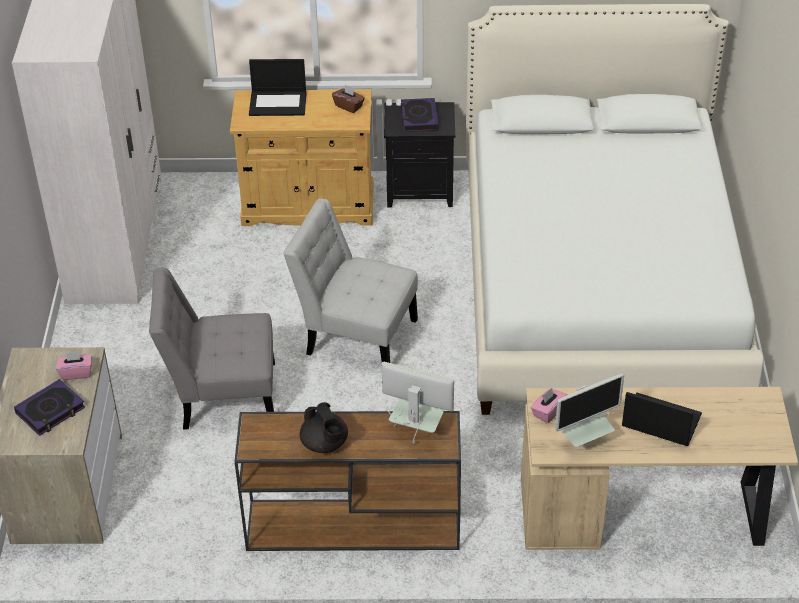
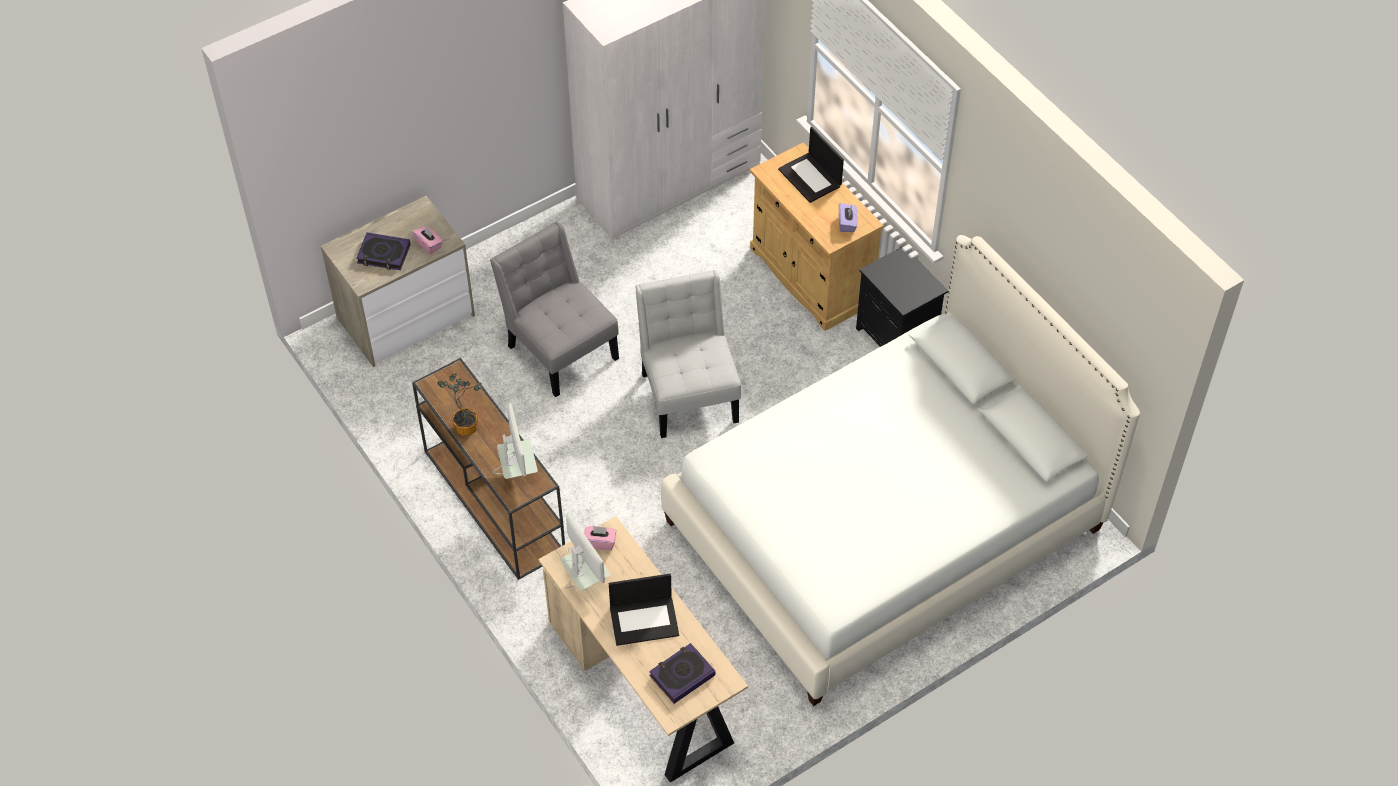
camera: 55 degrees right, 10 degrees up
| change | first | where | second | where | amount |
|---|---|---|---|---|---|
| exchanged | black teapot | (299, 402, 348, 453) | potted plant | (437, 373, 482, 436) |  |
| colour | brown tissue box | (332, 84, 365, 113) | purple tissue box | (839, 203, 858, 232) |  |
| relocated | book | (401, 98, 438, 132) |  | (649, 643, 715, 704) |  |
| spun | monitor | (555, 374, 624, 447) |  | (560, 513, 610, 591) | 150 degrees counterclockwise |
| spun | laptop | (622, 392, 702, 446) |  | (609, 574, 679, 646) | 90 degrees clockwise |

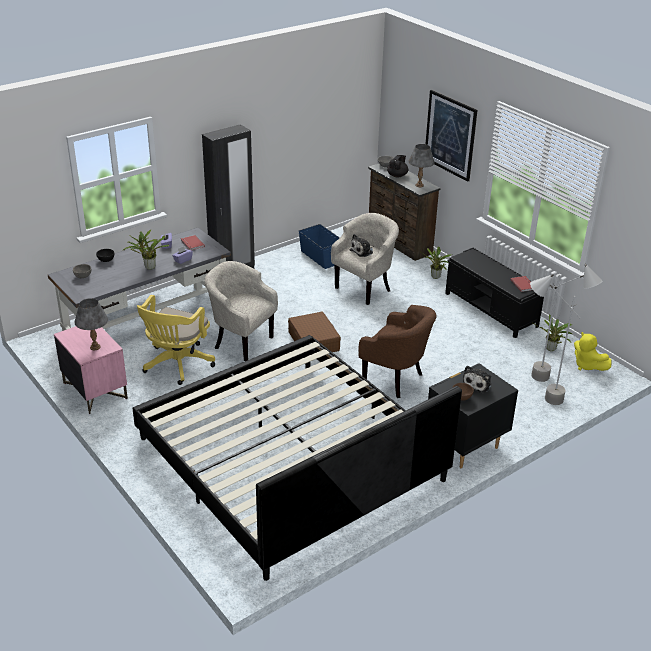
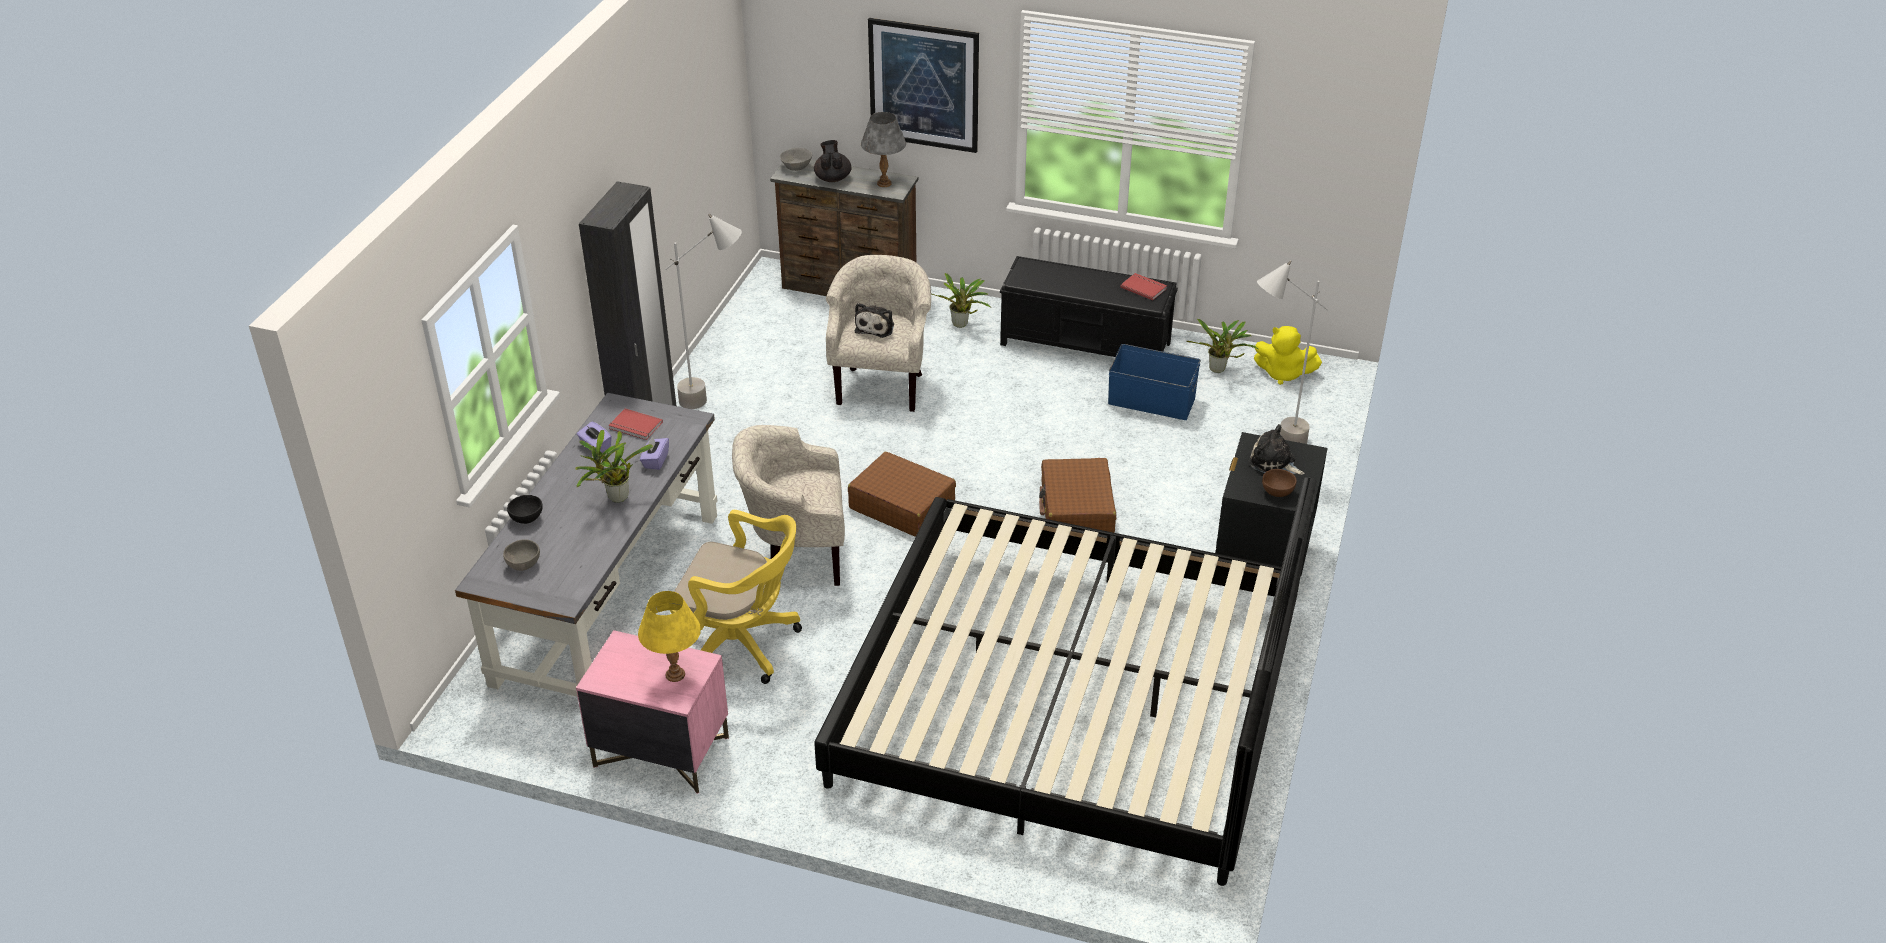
camera: 35 degrees left, 5 degrees up
| change | first | where | second | where | amount |
|---|---|---|---|---|---|
| colour | grey table lamp | (75, 298, 108, 350) | yellow table lamp | (638, 591, 701, 682) |  |
| spun | yellow office chair | (137, 295, 215, 385) |  | (670, 510, 802, 684) | 60 degrees counterclockwise |
| relocated | blue storage box | (299, 224, 340, 269) |  | (1108, 344, 1201, 420) |  |
| exchanged | brown armchair | (358, 305, 437, 398) | brown suitcase | (1039, 458, 1116, 533) |  |
| spun | plush toy | (463, 366, 491, 393) |  | (1248, 424, 1304, 475) | 135 degrees clockwise |
| relocated | grey floor lamp | (531, 263, 603, 382) |  | (665, 214, 742, 409) |  |

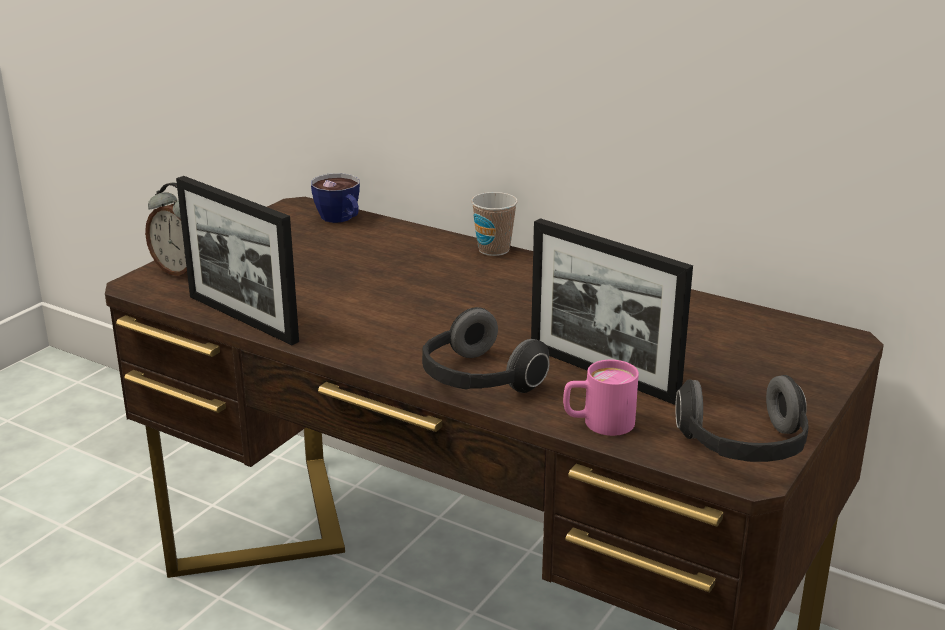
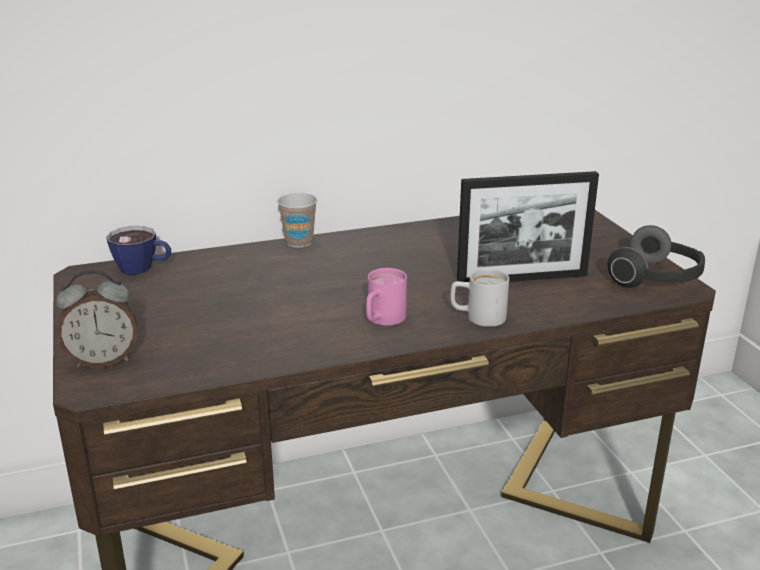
camera: 50 degrees left, 0 degrees up
| change | first | where | second | where | amount |
|---|---|---|---|---|---|
| missing | picture frame | (176, 176, 299, 345) |  |  |  |
| exchanged | headphones | (422, 307, 550, 393) | white mug | (450, 269, 509, 327) |  |
| relocated | pink mug | (563, 360, 639, 436) |  | (366, 268, 407, 326) |  |

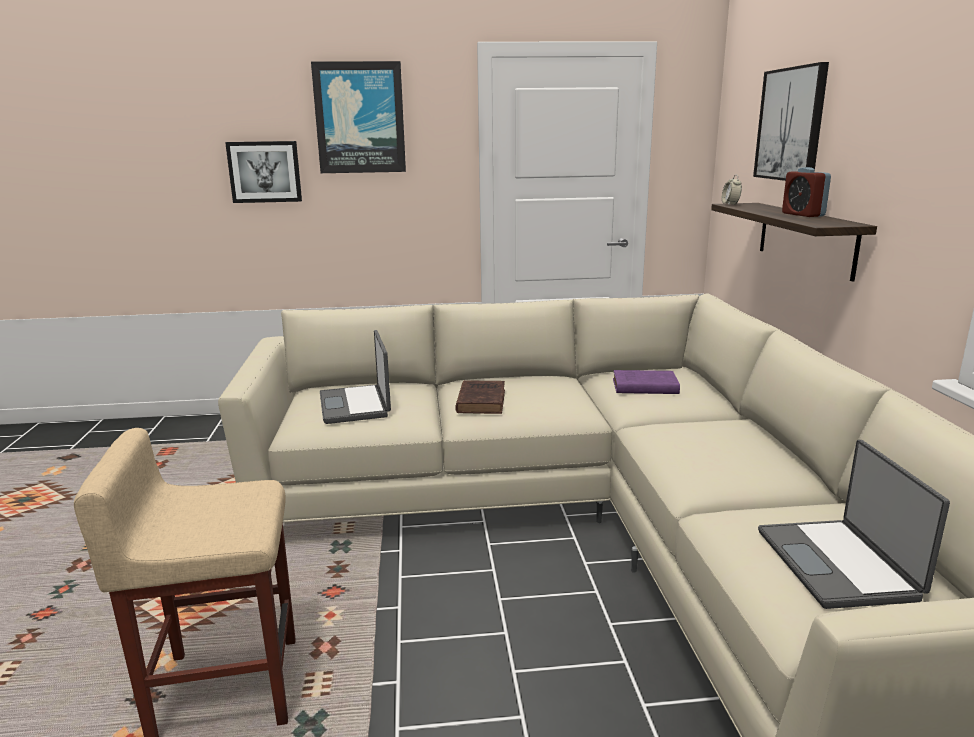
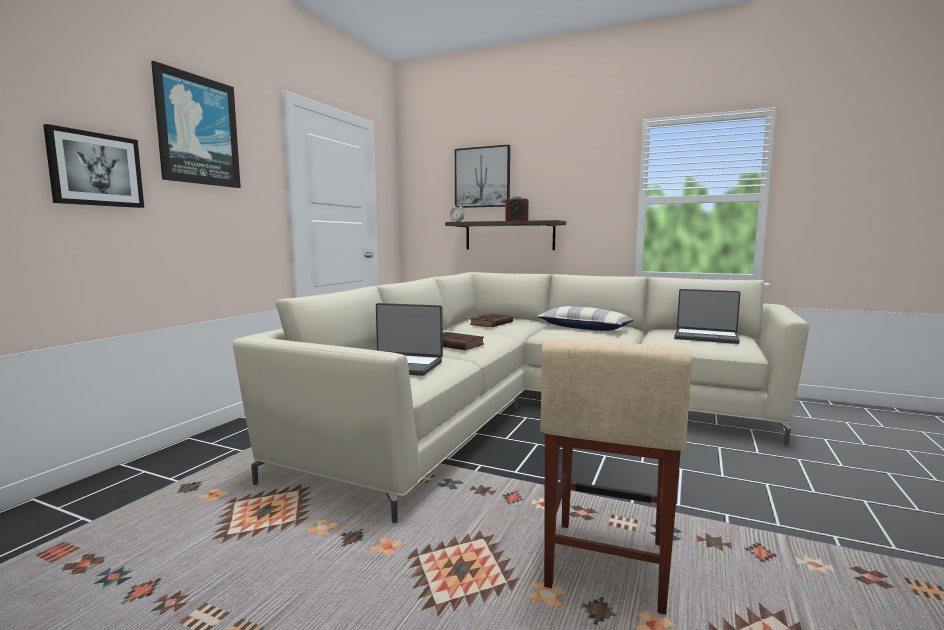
camera: 60 degrees left, 10 degrees down
| change | first | where | second | where | amount |
|---|---|---|---|---|---|
| colour | purple book | (613, 370, 680, 394) | brown book | (470, 314, 513, 327) |  |
| appeared |  |  | pillow | (536, 306, 634, 331) |  |

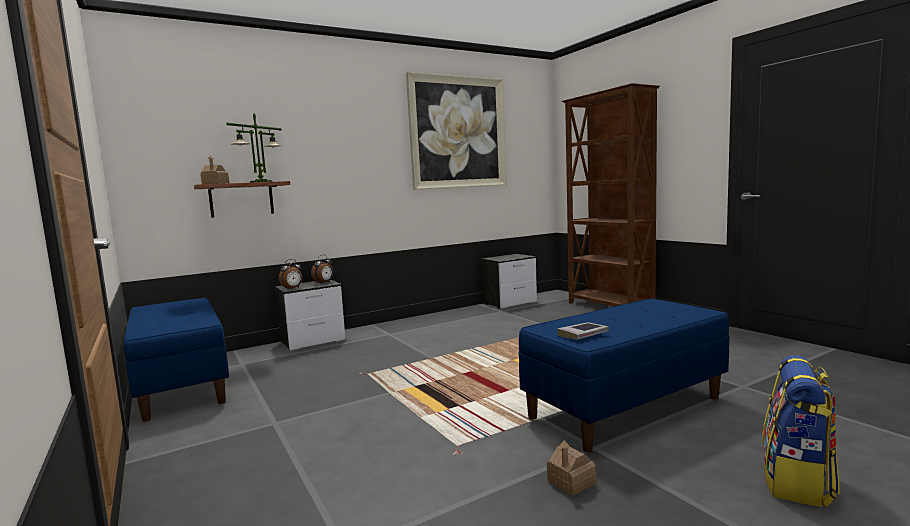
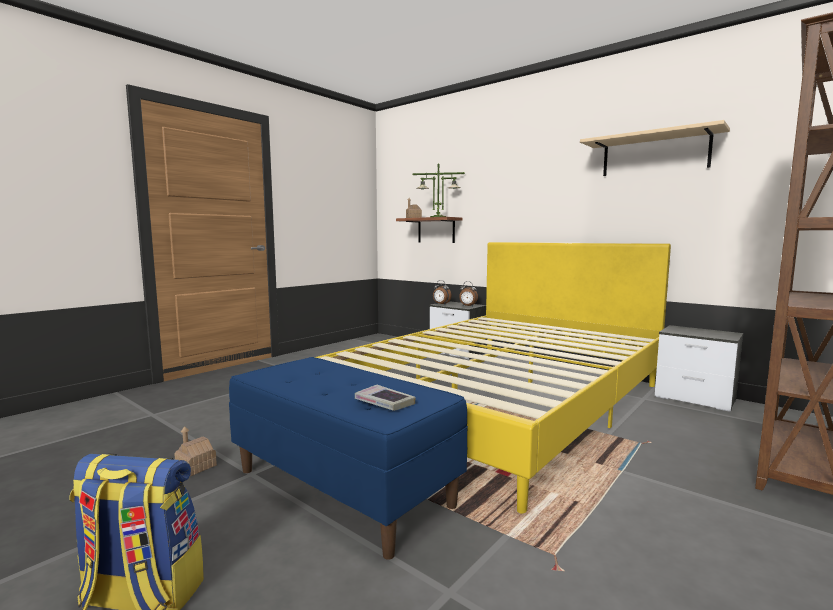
camera: 70 degrees right, 0 degrees up
| change | first | where | second | where | amount |
|---|---|---|---|---|---|
| missing | blue bench | (124, 297, 229, 422) |  |  |  |
| exchanged | picture | (406, 72, 507, 190) | beige shelf | (580, 120, 730, 176) |  |
| relocated | book | (557, 322, 609, 340) |  | (355, 384, 416, 411) |  |
| appeared |  |  | yellow bed | (315, 242, 671, 514) |  |

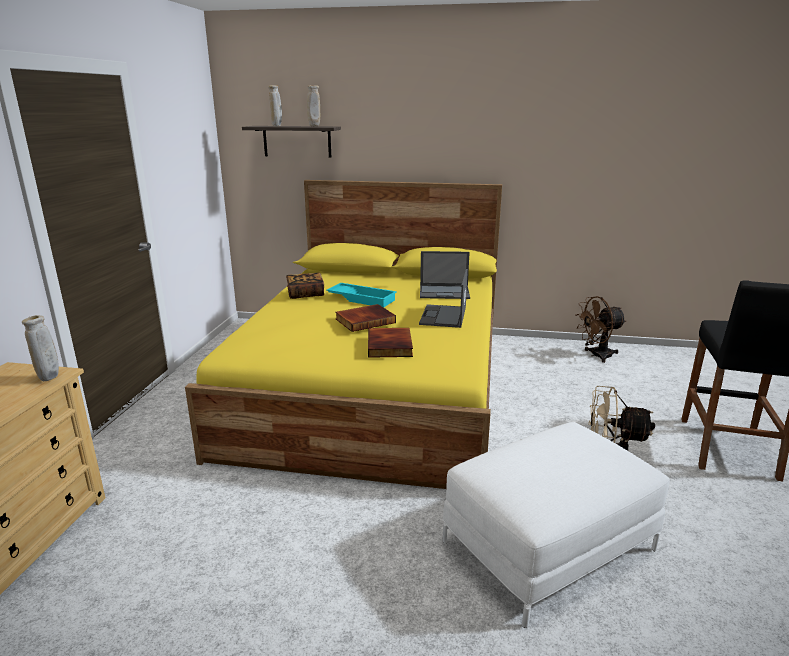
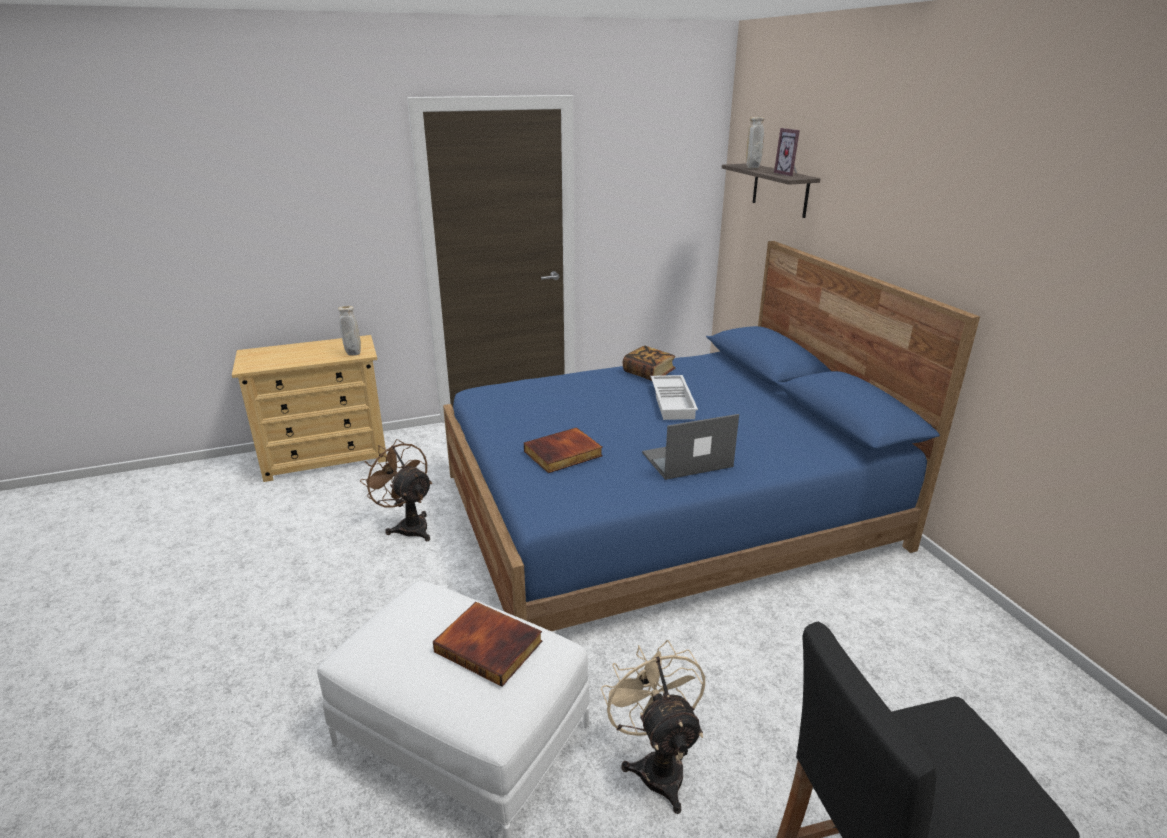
camera: 60 degrees right, 5 degrees up
| change | first | where | second | where | amount |
|---|---|---|---|---|---|
| colour | yellow bed | (185, 180, 502, 489) | blue bed | (443, 241, 980, 631) |  |
| exchanged | beige vase | (307, 85, 320, 126) | picture frame | (774, 128, 800, 176) |  |
| colour | turquoise tray | (326, 283, 397, 308) | white tray | (651, 375, 698, 420) |  |
| relocated | book | (336, 304, 396, 332) |  | (433, 602, 542, 687) |  |
| missing | laptop | (420, 251, 470, 299) |  |  |  |
| relocated | brown fan | (576, 296, 626, 363) |  | (360, 439, 432, 541) |  |

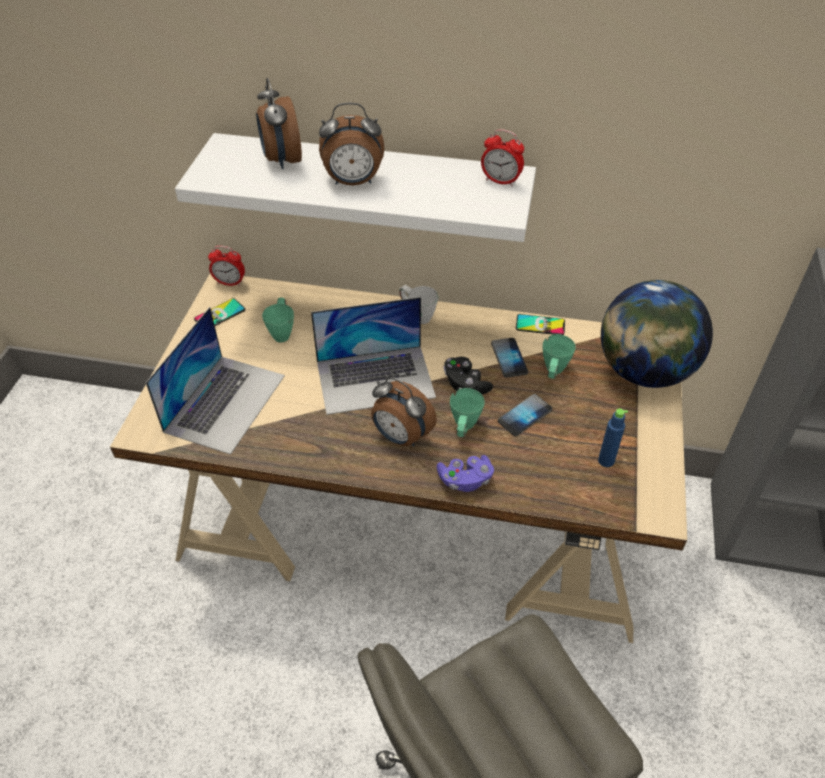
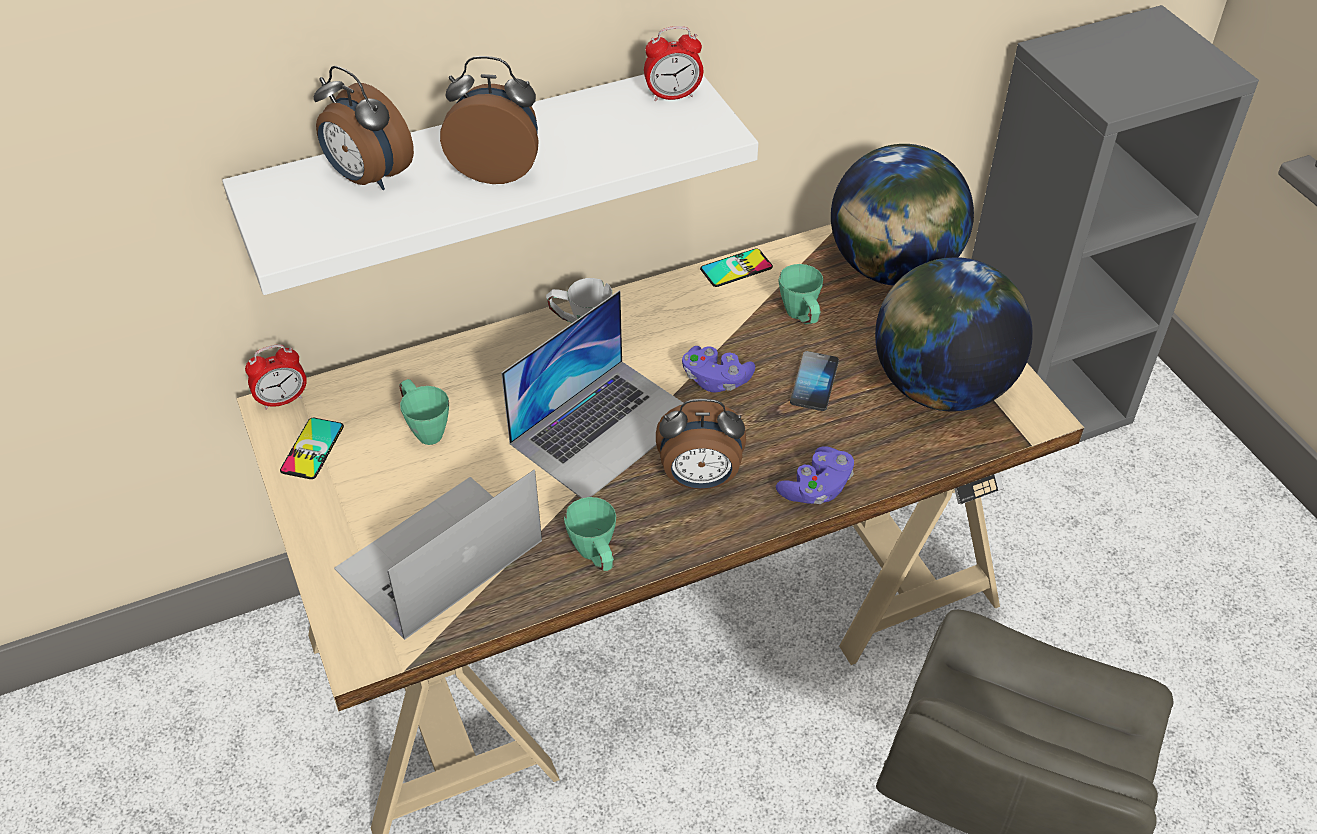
camera: 35 degrees left, 0 degrees up
| change | first | where | second | where | amount |
|---|---|---|---|---|---|
| spun | laptop | (146, 307, 285, 455) |  | (334, 470, 542, 640) | 120 degrees counterclockwise |
| spun | alarm clock | (319, 103, 384, 185) |  | (440, 56, 539, 184) | 135 degrees counterclockwise |
| colour | black game controller | (443, 357, 493, 394) | purple game controller | (682, 346, 755, 392) |  |
| relocated | green mug | (450, 388, 484, 437) |  | (564, 497, 616, 571) |  |
| missing | phone | (491, 338, 528, 378) |  |  |  |
| exchanged | blue bottle | (598, 408, 628, 467) | globe | (875, 257, 1033, 411) |  |

